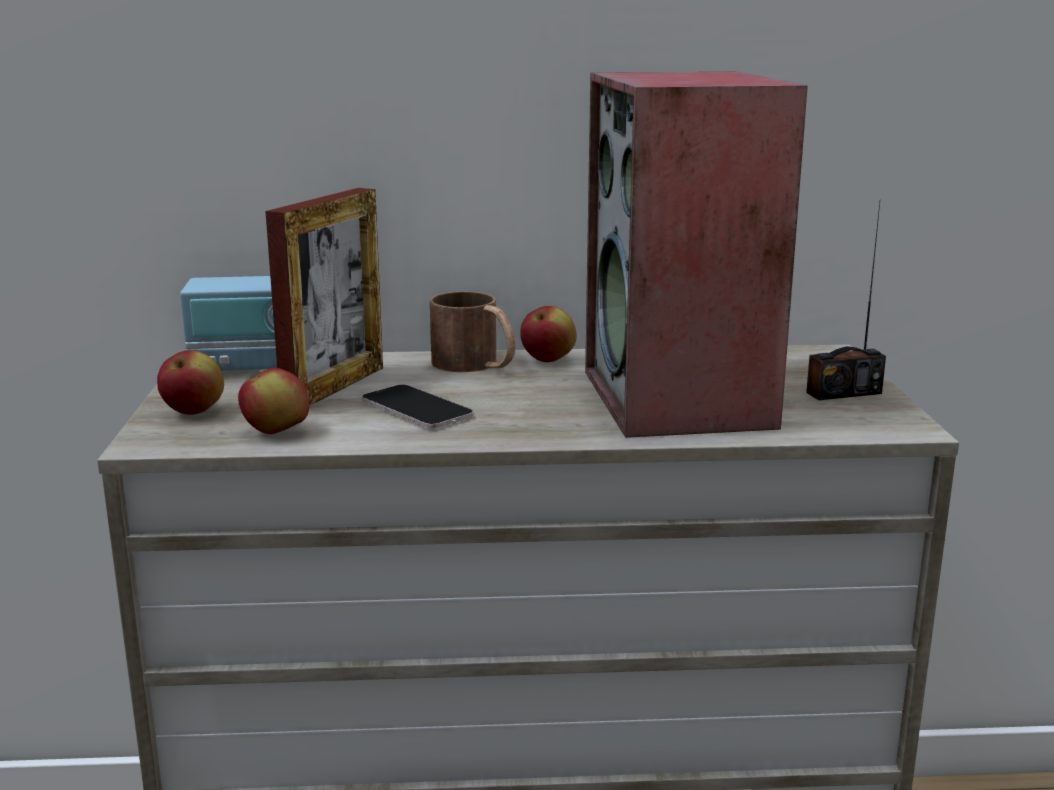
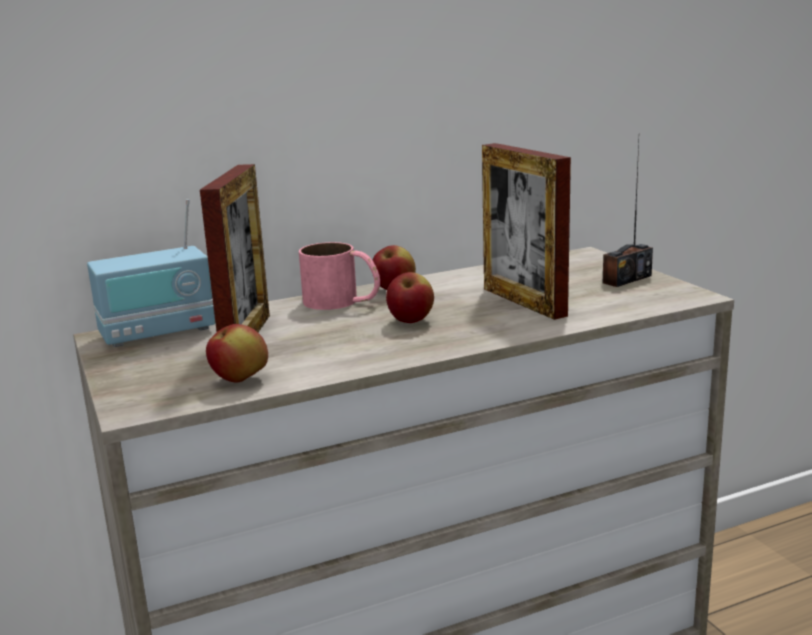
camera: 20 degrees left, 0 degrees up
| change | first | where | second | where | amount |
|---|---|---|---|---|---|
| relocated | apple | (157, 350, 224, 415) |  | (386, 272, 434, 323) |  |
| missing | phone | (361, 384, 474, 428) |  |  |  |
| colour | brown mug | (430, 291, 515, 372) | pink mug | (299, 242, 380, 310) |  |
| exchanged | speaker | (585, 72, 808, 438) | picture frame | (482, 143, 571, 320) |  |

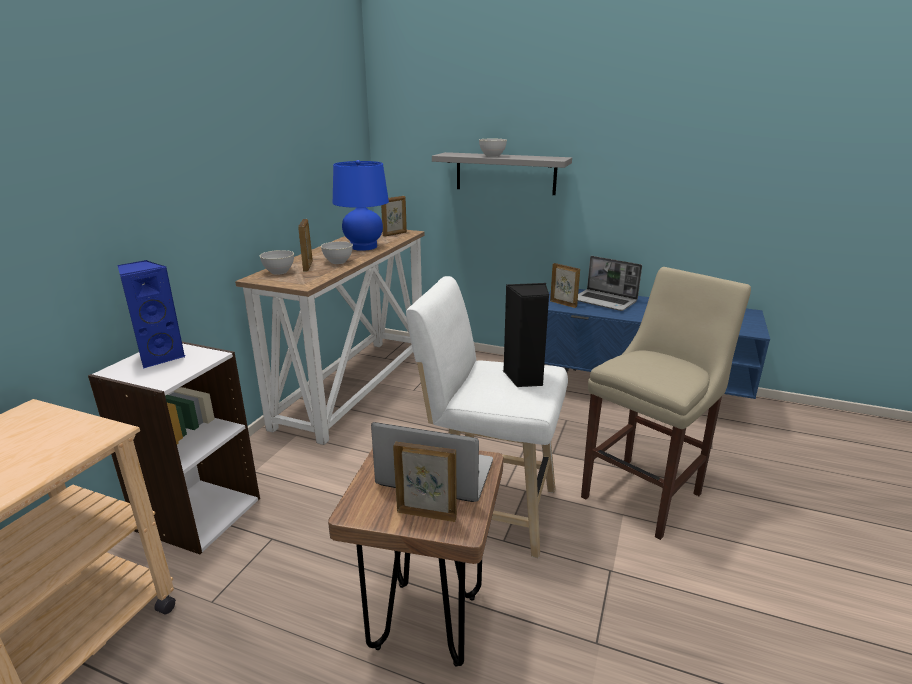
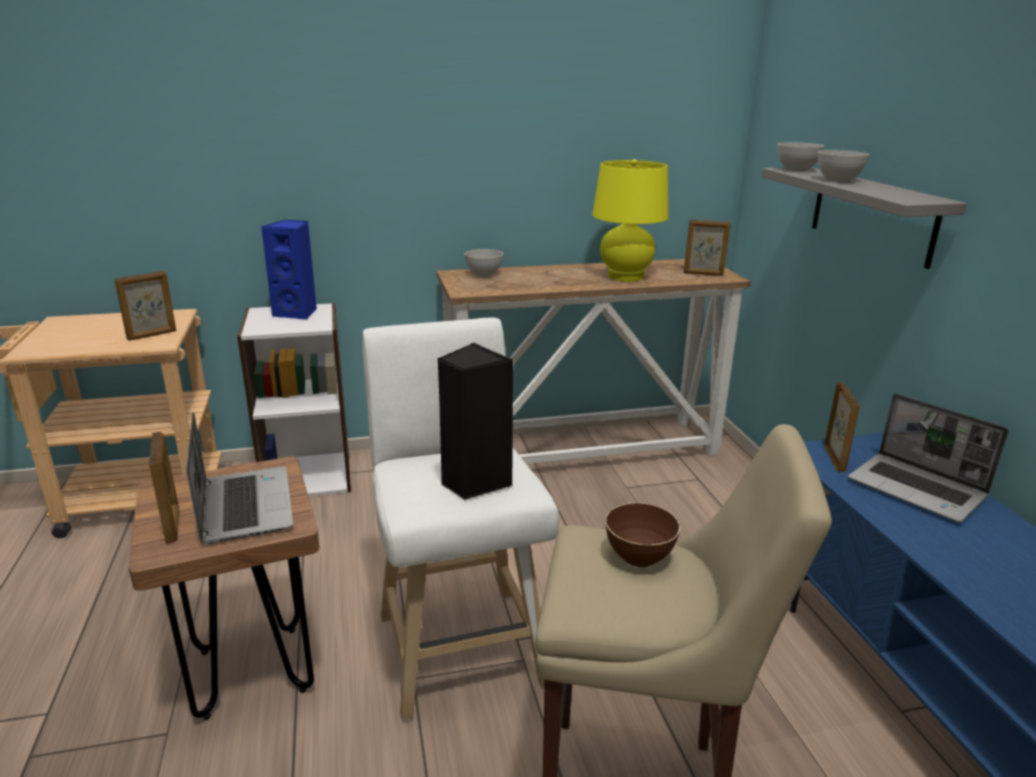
camera: 55 degrees right, 0 degrees up
| change | first | where | second | where | amount |
|---|---|---|---|---|---|
| relocated | picture frame | (298, 219, 313, 271) |  | (114, 271, 176, 341) |  |
| relocated | grey bowl | (321, 241, 353, 264) |  | (777, 142, 824, 172) |  |
| colour | blue table lamp | (333, 160, 389, 251) | yellow table lamp | (592, 159, 668, 282) |  |
| spun | laptop | (578, 256, 642, 311) |  | (848, 394, 1009, 522) | 45 degrees counterclockwise |
| appeared |  |  | brown bowl | (606, 503, 680, 567) |  |

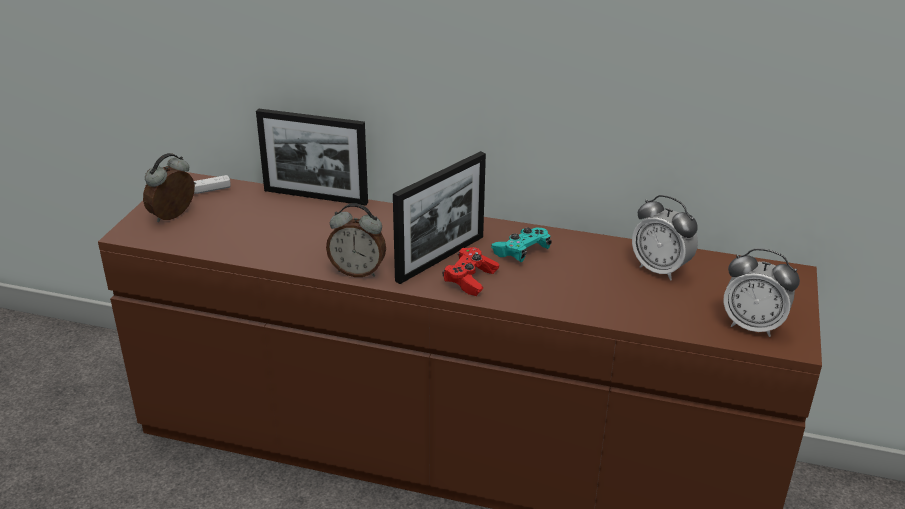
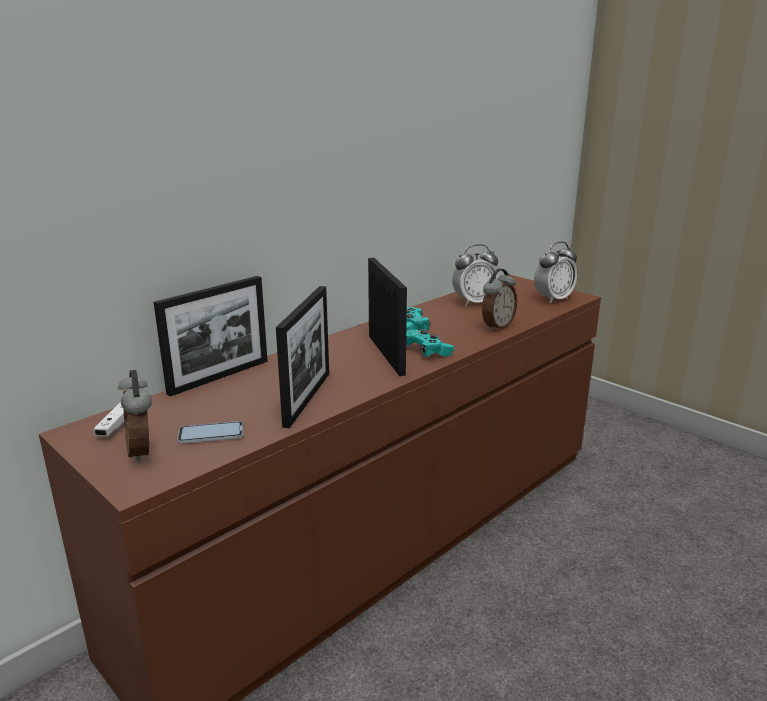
camera: 60 degrees left, 10 degrees down
| change | first | where | second | where | amount |
|---|---|---|---|---|---|
| relocated | alarm clock | (326, 204, 386, 277) |  | (482, 269, 517, 331) |  |
| colour | red game controller | (442, 247, 499, 296) | turquoise game controller | (406, 330, 454, 357) |  |
| appeared |  |  | phone | (177, 421, 243, 443) |  |
| appeared |  |  | picture frame | (276, 286, 329, 428) |  |

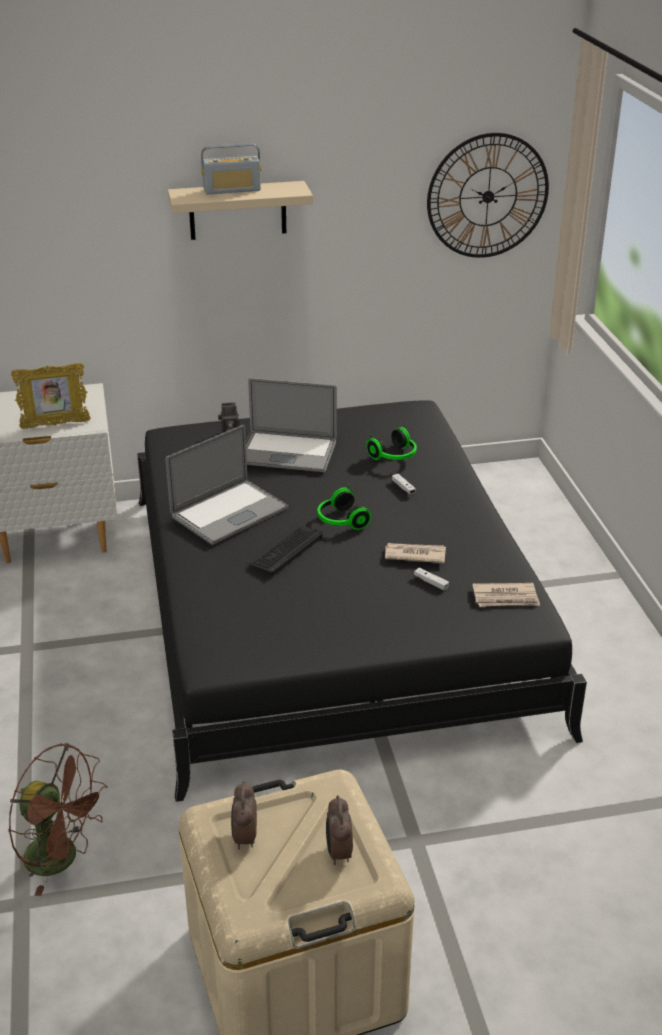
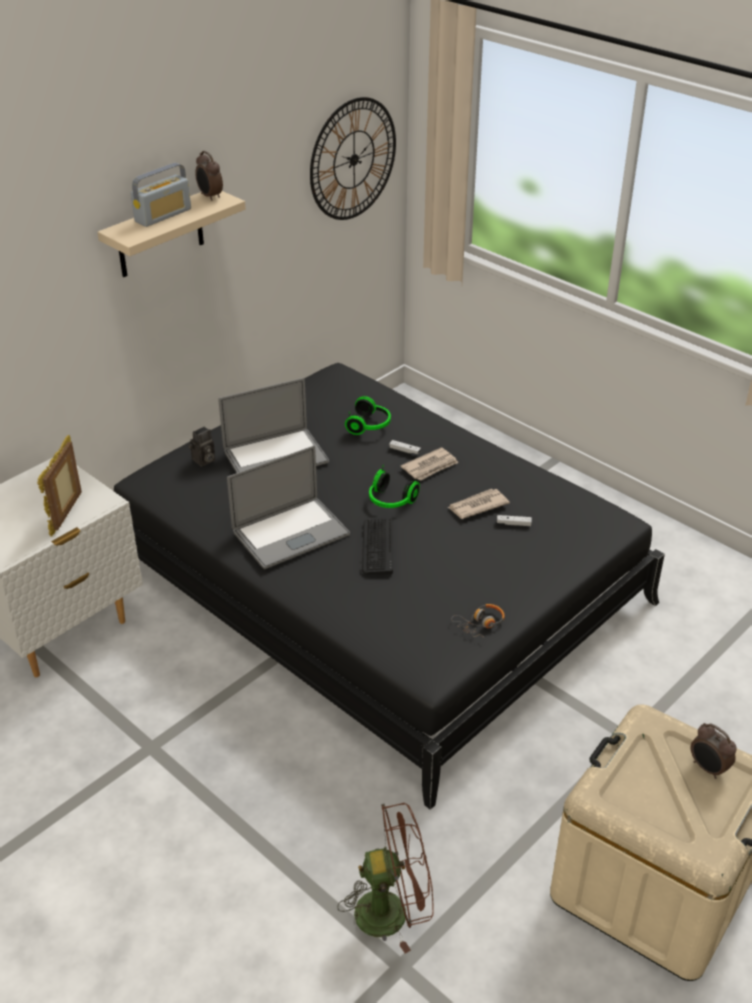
camera: 35 degrees left, 5 degrees up
| change | first | where | second | where | amount |
|---|---|---|---|---|---|
| spun | picture frame | (11, 363, 91, 429) |  | (37, 435, 82, 537) | 150 degrees clockwise |
| spun | laptop | (166, 425, 288, 545) |  | (227, 446, 350, 569) | 45 degrees clockwise |
| relocated | alarm clock | (231, 781, 257, 849) |  | (195, 151, 223, 201) |  |
| relocated | newspaper | (472, 583, 540, 607) |  | (401, 447, 459, 481) |  |
| appeared |  |  | headphones | (451, 604, 505, 638) |  |

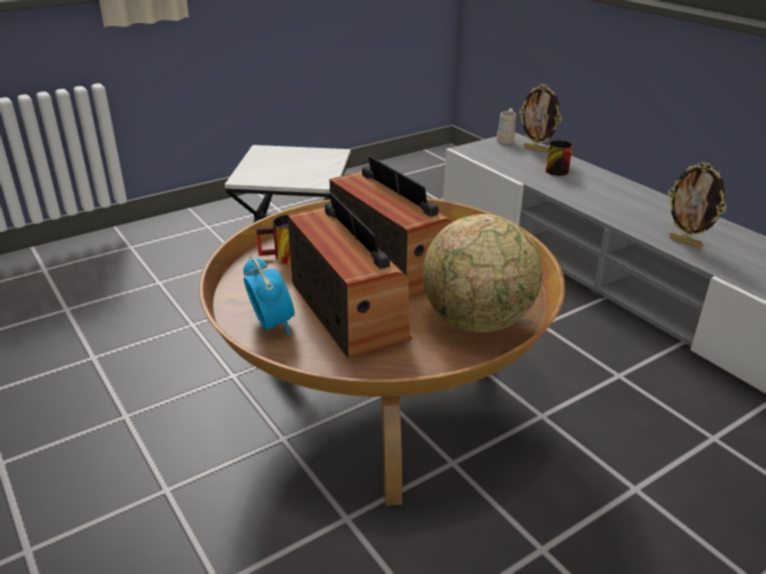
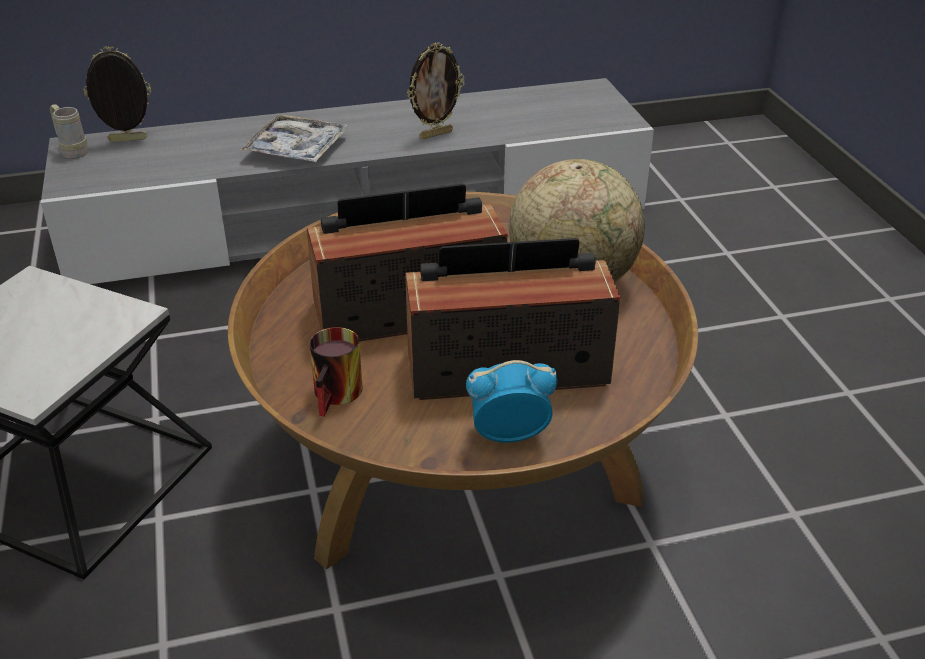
camera: 70 degrees left, 5 degrees up
| change | first | where | second | where | amount |
|---|---|---|---|---|---|
| spun | picture frame | (519, 84, 562, 152) |  | (83, 46, 151, 142) | 150 degrees counterclockwise |
| missing | mug | (545, 140, 573, 176) |  |  |  |
| appeared |  |  | tray | (241, 114, 348, 162) |  |

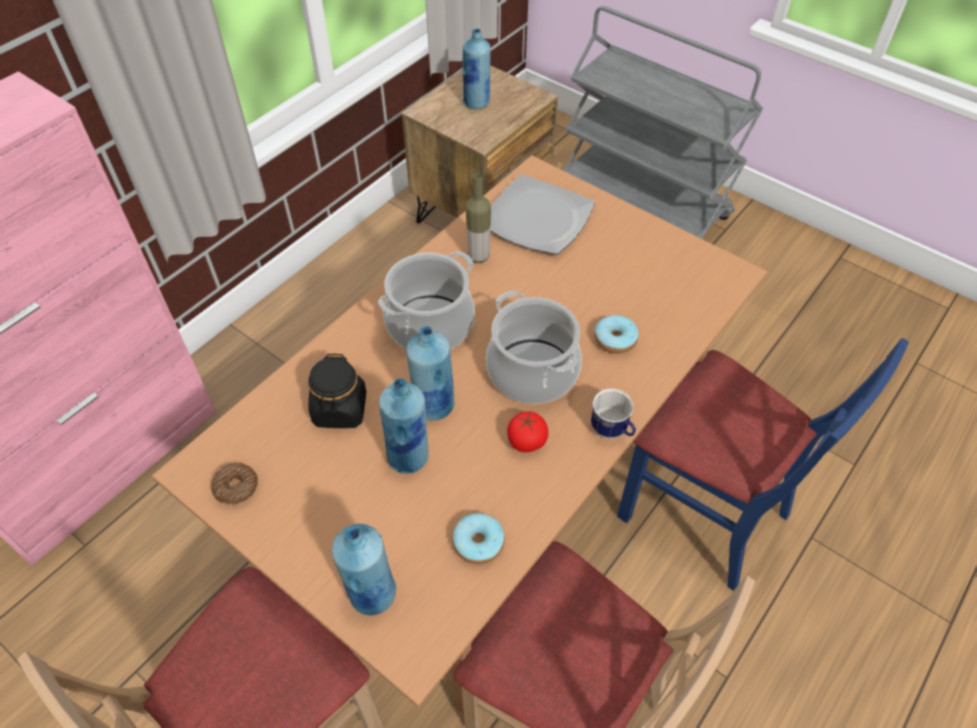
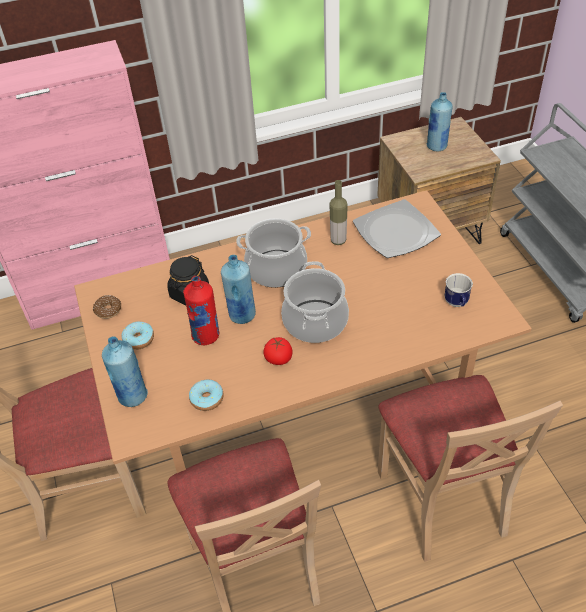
camera: 35 degrees right, 5 degrees down
| change | first | where | second | where | amount |
|---|---|---|---|---|---|
| colour | blue bottle | (379, 378, 429, 474) | red bottle | (183, 276, 219, 345) |  |
| relocated | mug | (591, 389, 636, 439) |  | (444, 273, 473, 307) |  |
| relocated | donut | (594, 315, 639, 354) |  | (122, 321, 154, 350) |  |
| colour | blue chair | (617, 338, 909, 591) | beige chair | (378, 375, 563, 562) |  |

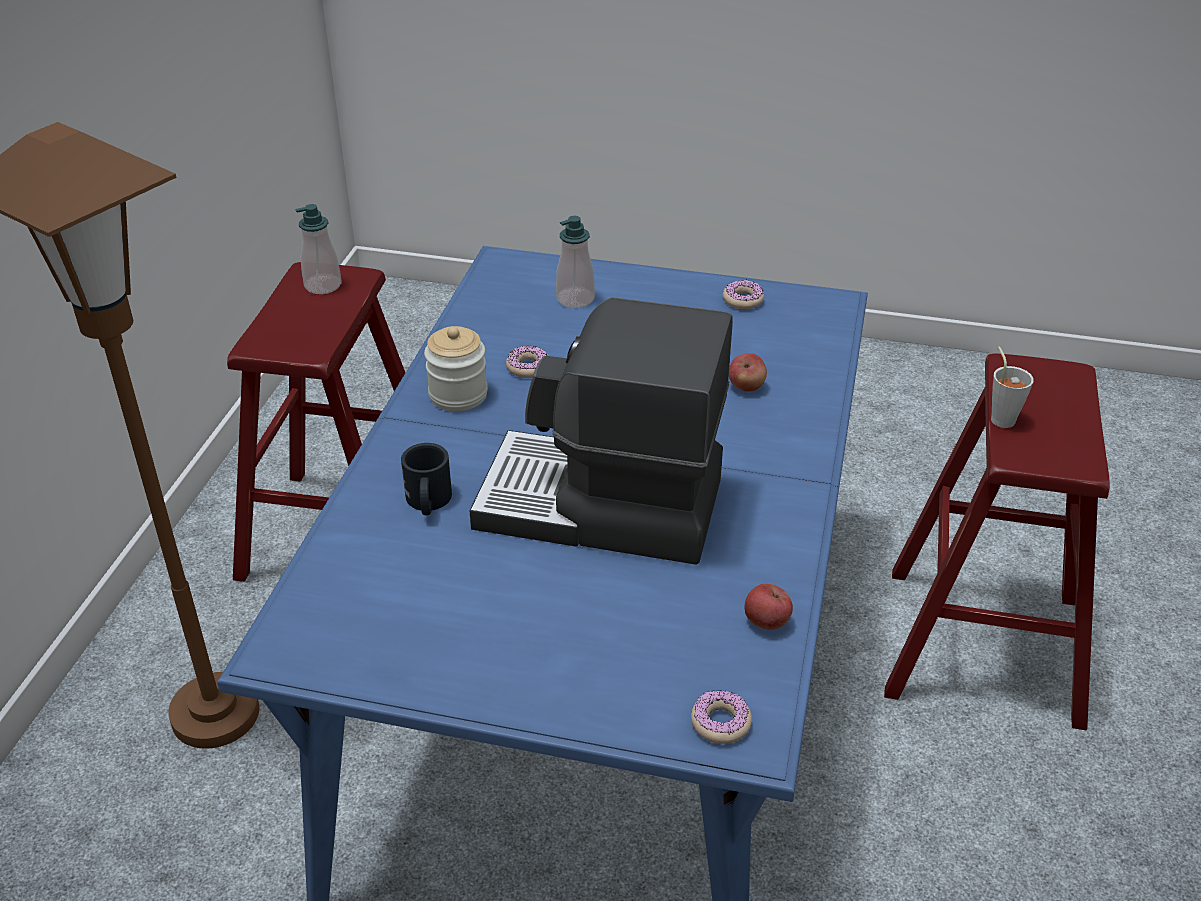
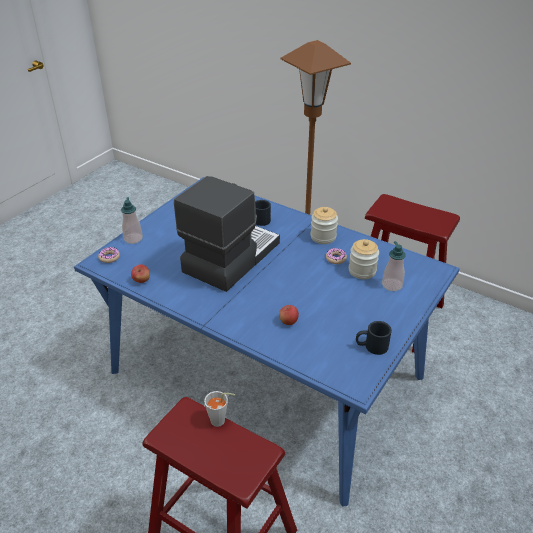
camera: 110 degrees right, 0 degrees up
| change | first | where | second | where | amount |
|---|---|---|---|---|---|
| relocated | soap dispenser | (295, 204, 342, 294) |  | (121, 197, 143, 244) |  |
| exchanged | donut | (723, 280, 764, 309) | black mug | (356, 321, 392, 355) |  |
| appeared |  |  | jar | (349, 239, 379, 279) |  |

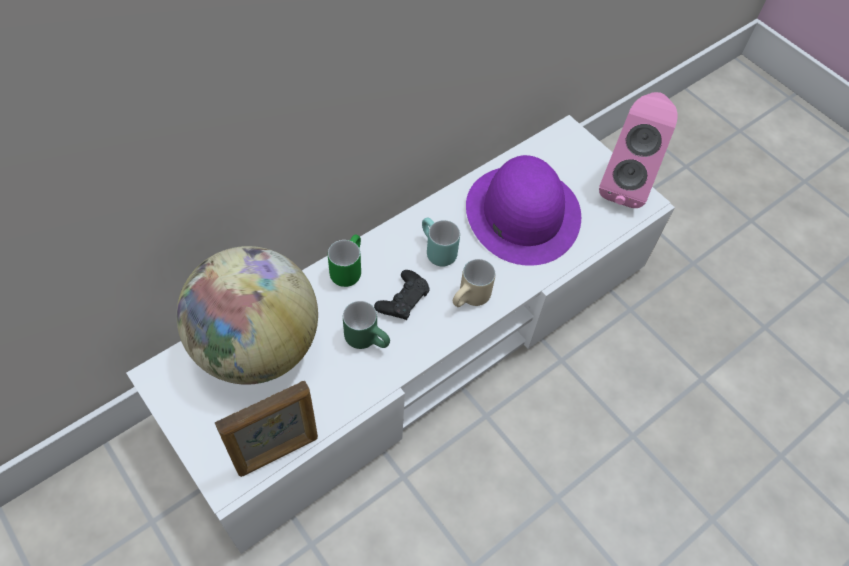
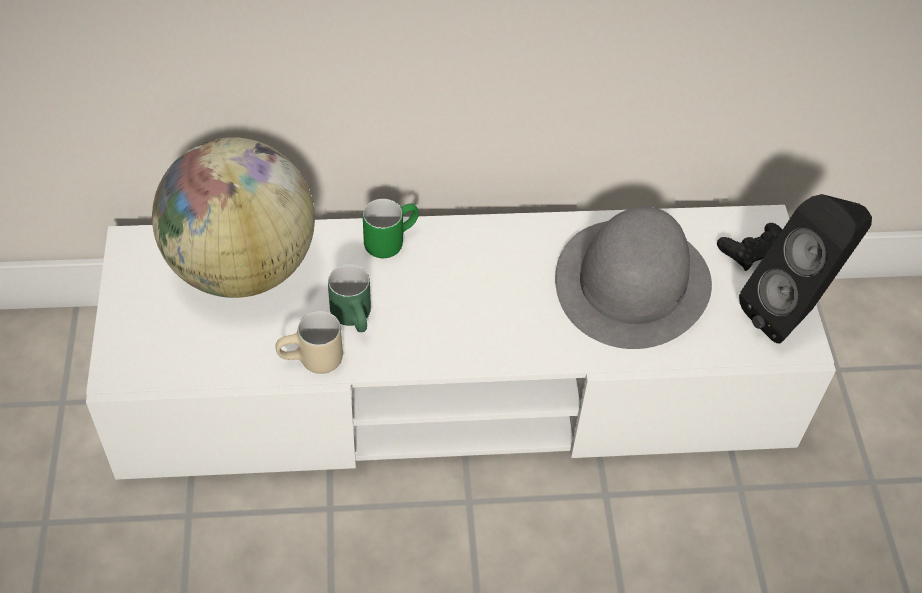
camera: 35 degrees right, 5 degrees down
| change | first | where | second | where | amount |
|---|---|---|---|---|---|
| missing | picture frame | (215, 380, 318, 477) |  |  |  |
| relocated | black game controller | (374, 270, 430, 320) |  | (717, 223, 782, 271) |  |
| missing | turquoise mug | (422, 218, 460, 267) |  |  |  |
| relocated | beige mug | (453, 259, 495, 307) |  | (276, 311, 343, 374) |  |
| colour | purple hat | (466, 155, 581, 266) | grey hat | (555, 206, 712, 349) |  |
| colour | pink speaker | (599, 92, 678, 208) | black speaker | (739, 194, 872, 343) |  |

